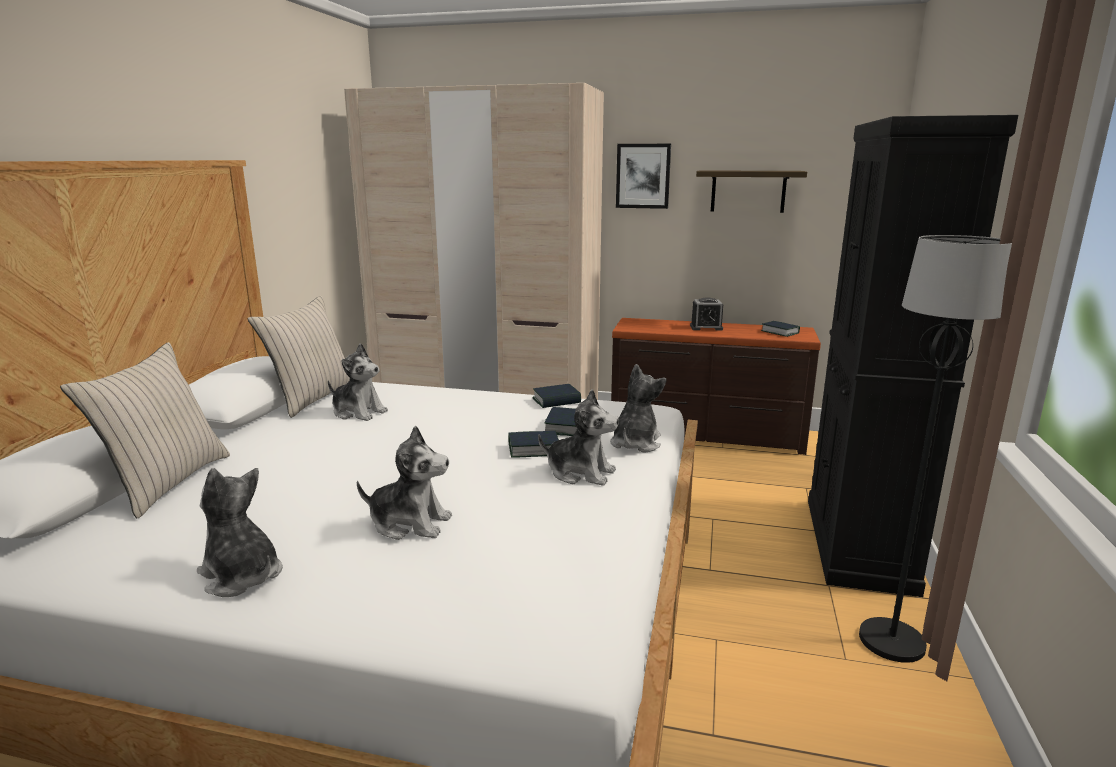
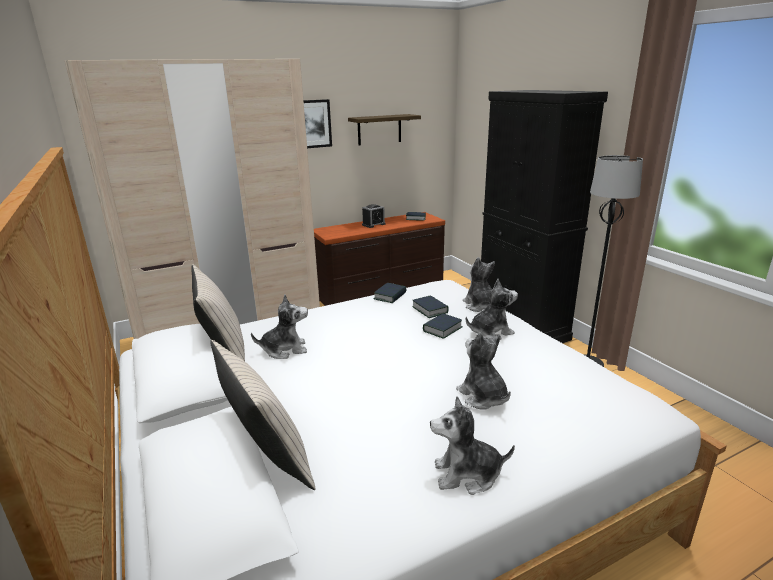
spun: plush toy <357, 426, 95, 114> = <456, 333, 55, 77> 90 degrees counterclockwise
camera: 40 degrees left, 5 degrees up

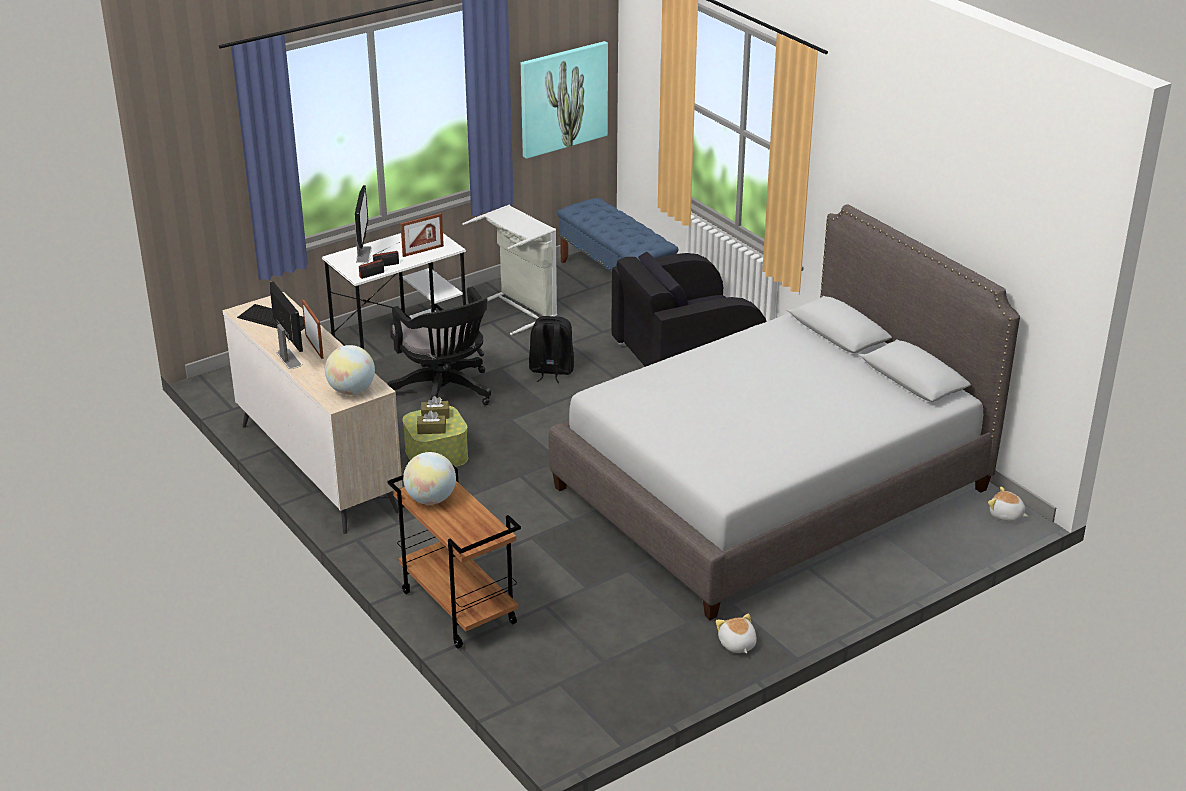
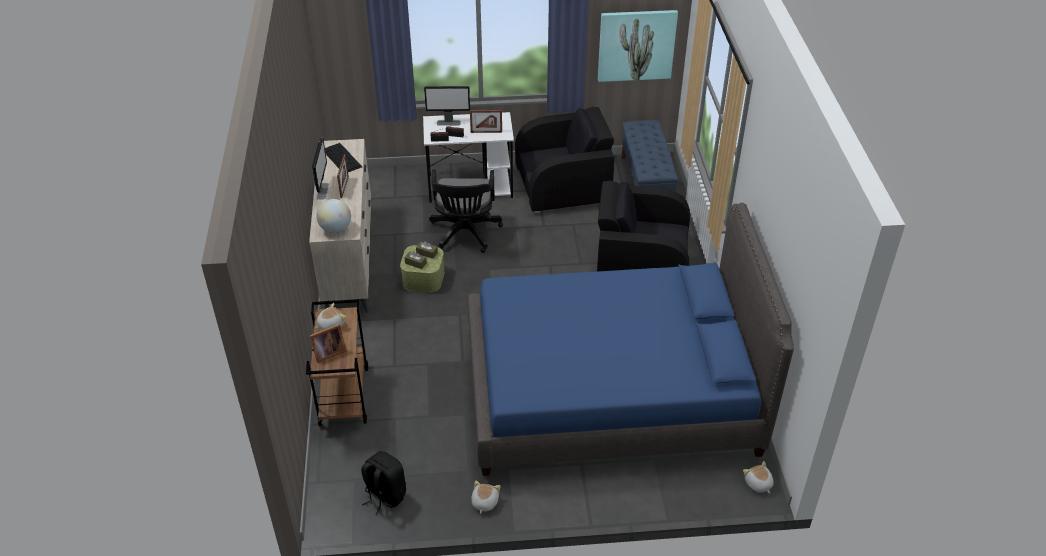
appeared: photo frame <310, 324, 37, 39>
relocated: black-coloured rucksack <529, 316, 45, 67> to <361, 451, 45, 64>
exchanged: desk globe <403, 452, 53, 53> to plush toy <315, 303, 31, 27>; grey washing basket <462, 205, 95, 130> to black-coloured armchair <515, 107, 99, 106>
colour: grey sleeping bed <549, 204, 471, 416> to bluish sleeping bed <467, 203, 327, 273>
spun: monitor <355, 185, 17, 78> = <424, 86, 46, 40> 60 degrees clockwise
camera: 30 degrees right, 10 degrees up

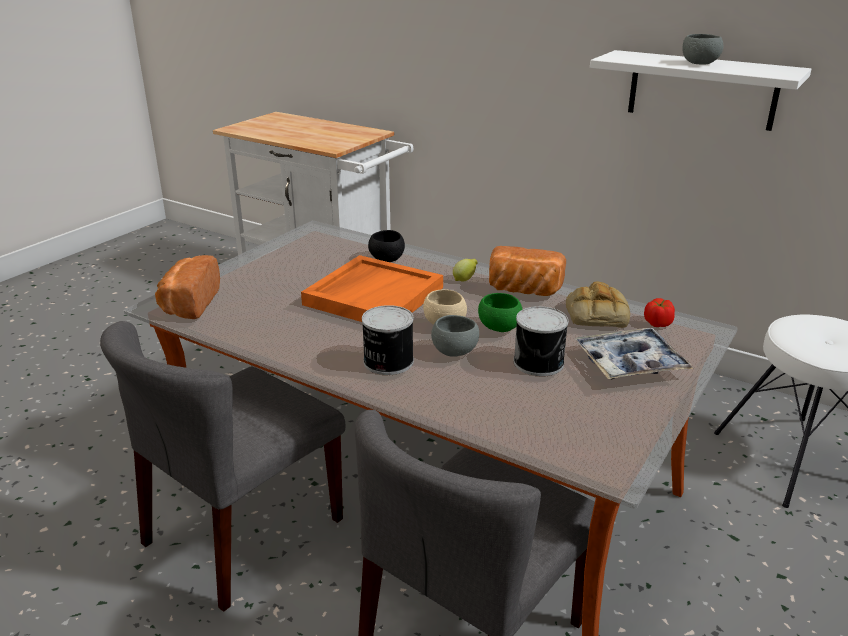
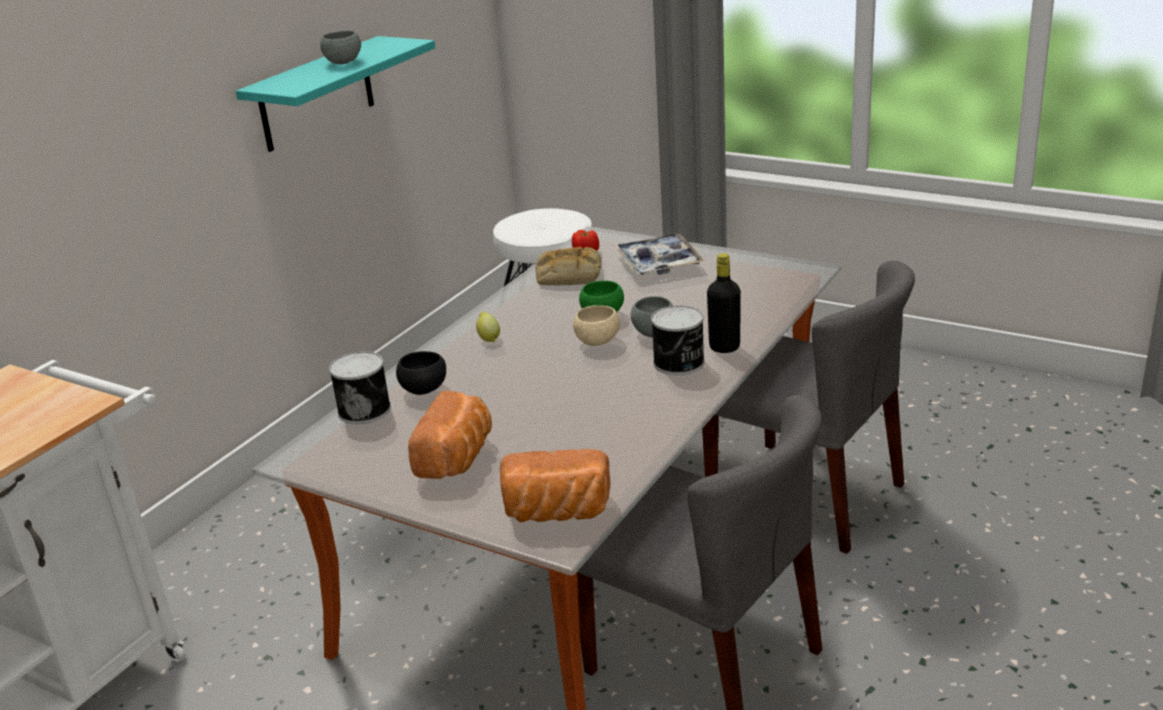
missing: orange tray <301, 255, 142, 67>
appeared: black-coloured drink bottle <707, 253, 34, 100>
relocated: baked bread <489, 246, 77, 50> to <408, 391, 84, 88>; sealed can <513, 306, 56, 70> to <329, 351, 62, 73>
colour: whitish wall shelf <590, 50, 221, 81> to blue-green wall shelf <236, 36, 199, 116>
camera: 90 degrees left, 0 degrees up

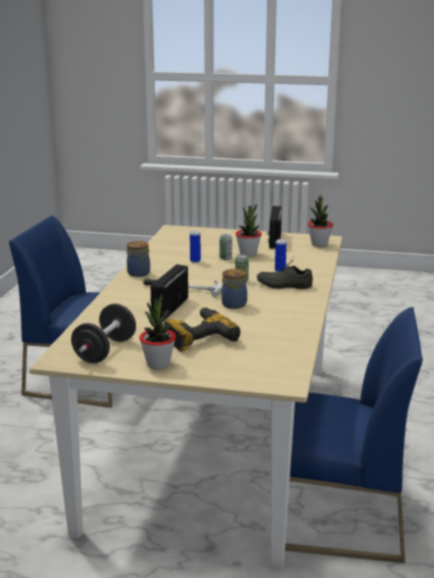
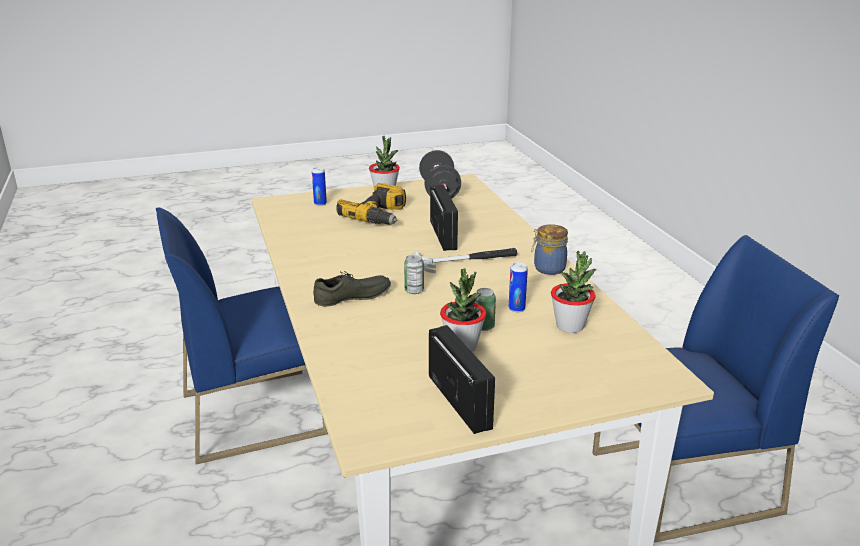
missing: preserve jar <221, 269, 26, 40>
relocated: sealed can <275, 239, 12, 33> to <312, 167, 15, 39>; potted plant <308, 195, 25, 52> to <551, 251, 45, 82>
camera: 150 degrees right, 5 degrees up

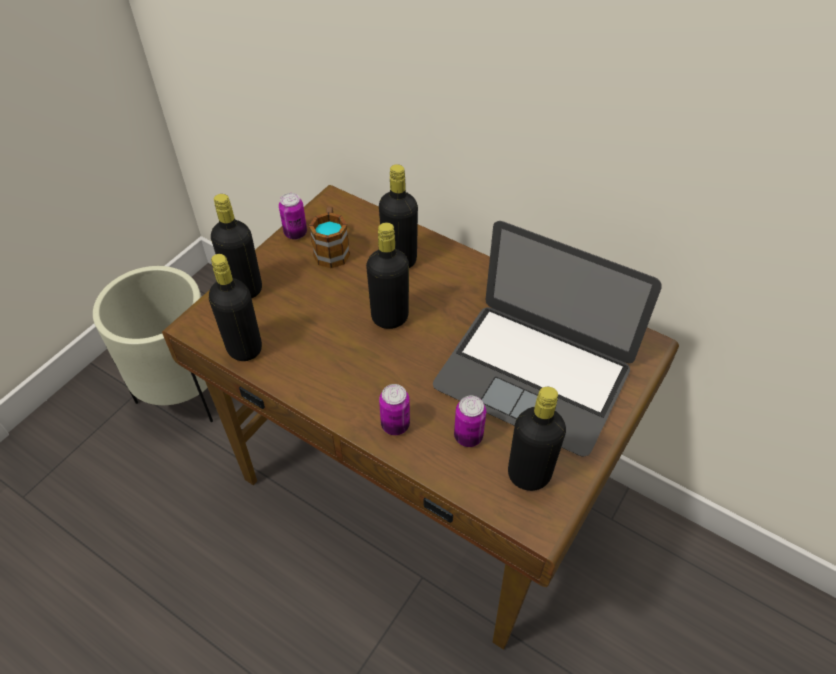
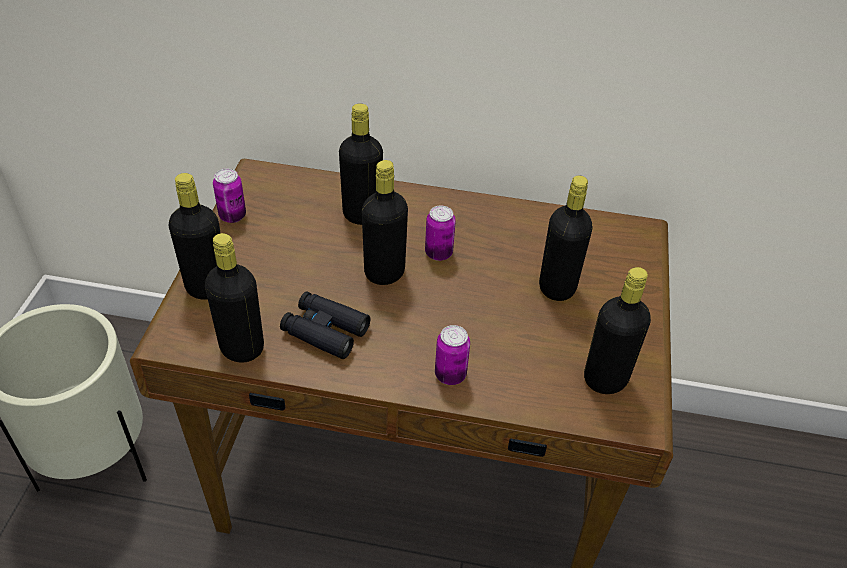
missing: tea mug <309, 206, 41, 62>
appeared: black-coloured pair of binoculars <280, 292, 91, 67>
relocated: sealed can <454, 396, 32, 51> to <425, 205, 31, 56>
exchanged: notebook computer <433, 221, 229, 236> to black-coloured drink bottle <539, 176, 53, 125>
camera: 25 degrees left, 5 degrees down

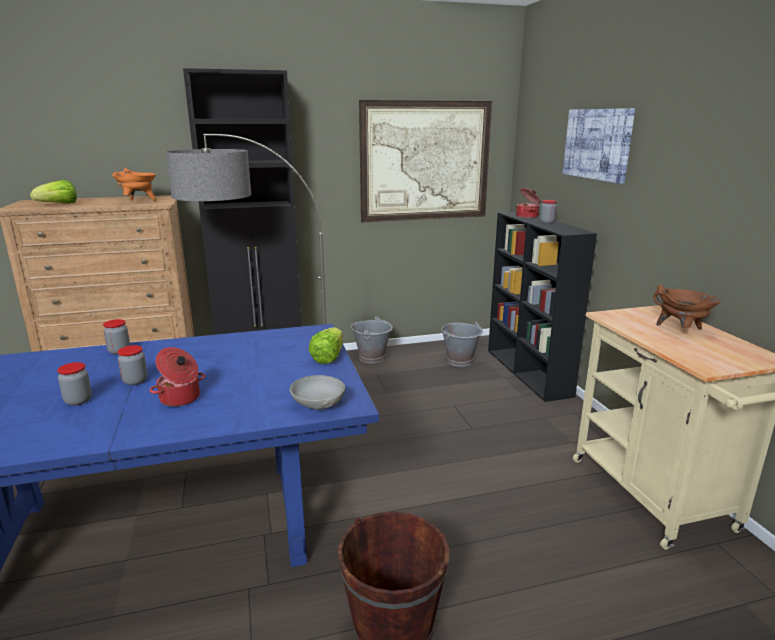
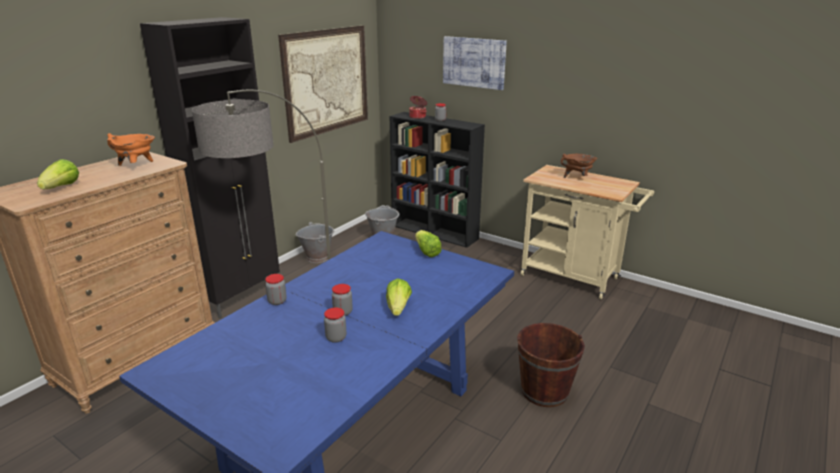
missing: grey deep dish <290, 375, 55, 34>
exchanged: cooking pot <149, 347, 56, 60> to head of lettuce <386, 278, 26, 38>
camera: 40 degrees left, 5 degrees up

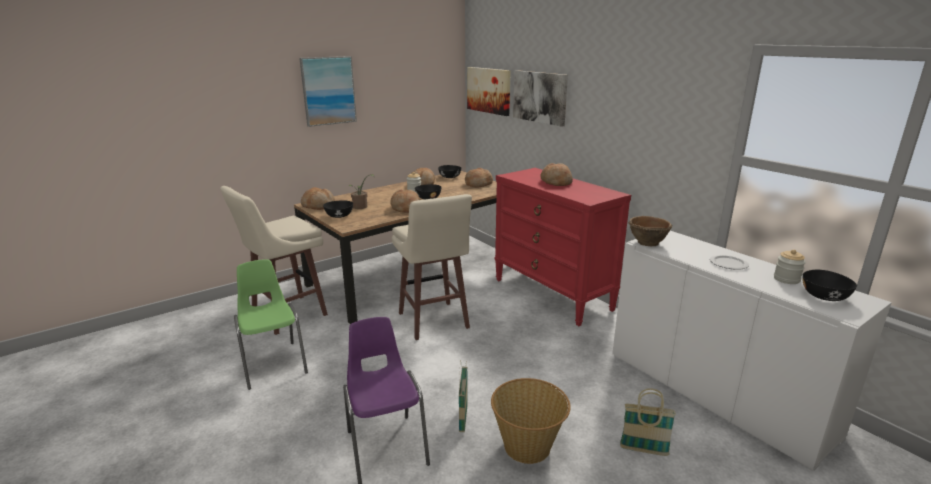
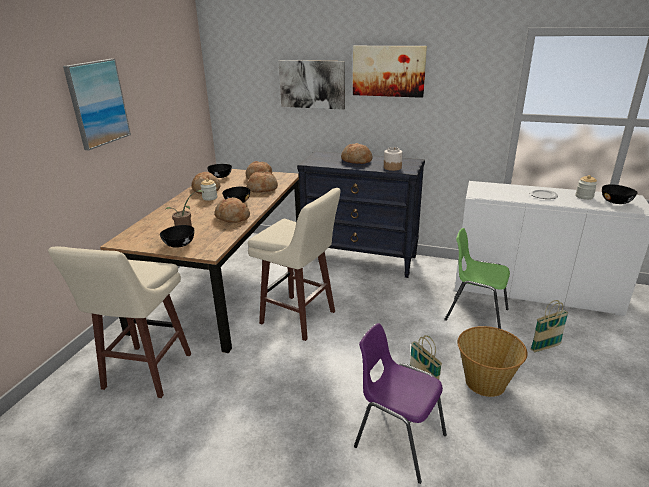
missing: brown-coloured deep dish <629, 216, 43, 30>
appeared: preserve jar <384, 147, 19, 24>
relocated: greenish upright chair <234, 260, 74, 130> to <444, 228, 66, 101>; baked bread <301, 187, 34, 23> to <247, 172, 31, 20>; picture <467, 67, 44, 49> to <353, 46, 74, 52>
colour: red dresser <495, 168, 136, 158> to black-coloured dresser <297, 151, 128, 127>
camera: 35 degrees left, 5 degrees up

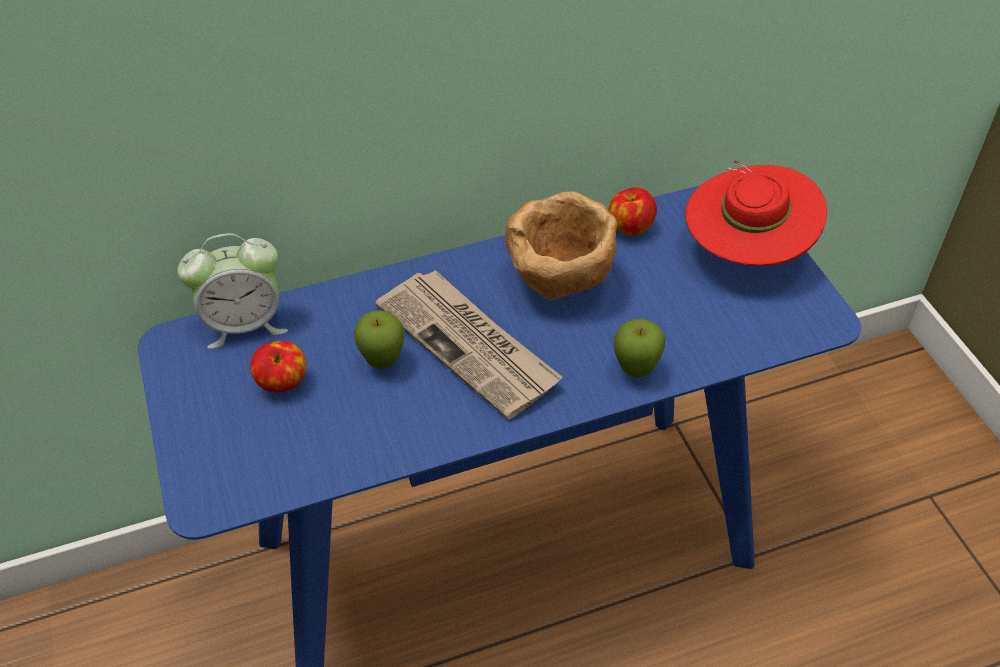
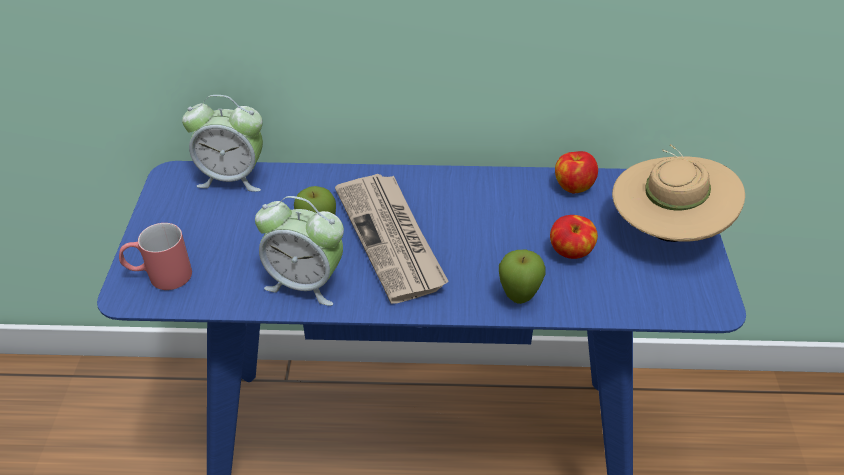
missing: brown-coloured deep dish <505, 191, 112, 109>
appeared: red tea mug <119, 223, 73, 67>; bedside clock <255, 196, 89, 110>
relocated: apple <250, 341, 56, 51> to <550, 215, 48, 44>
colour: red wearable hat <685, 160, 142, 106> to beige wearable hat <612, 144, 133, 98>
camera: 20 degrees right, 5 degrees down

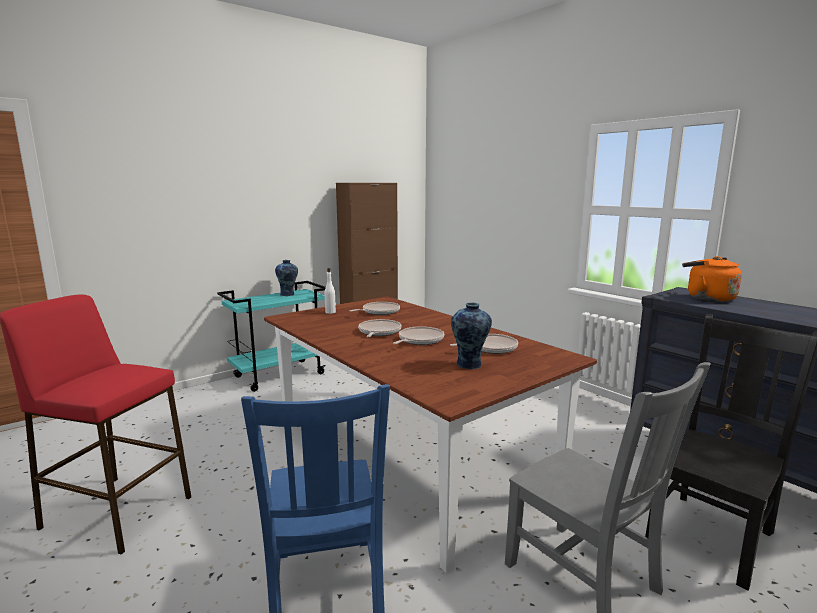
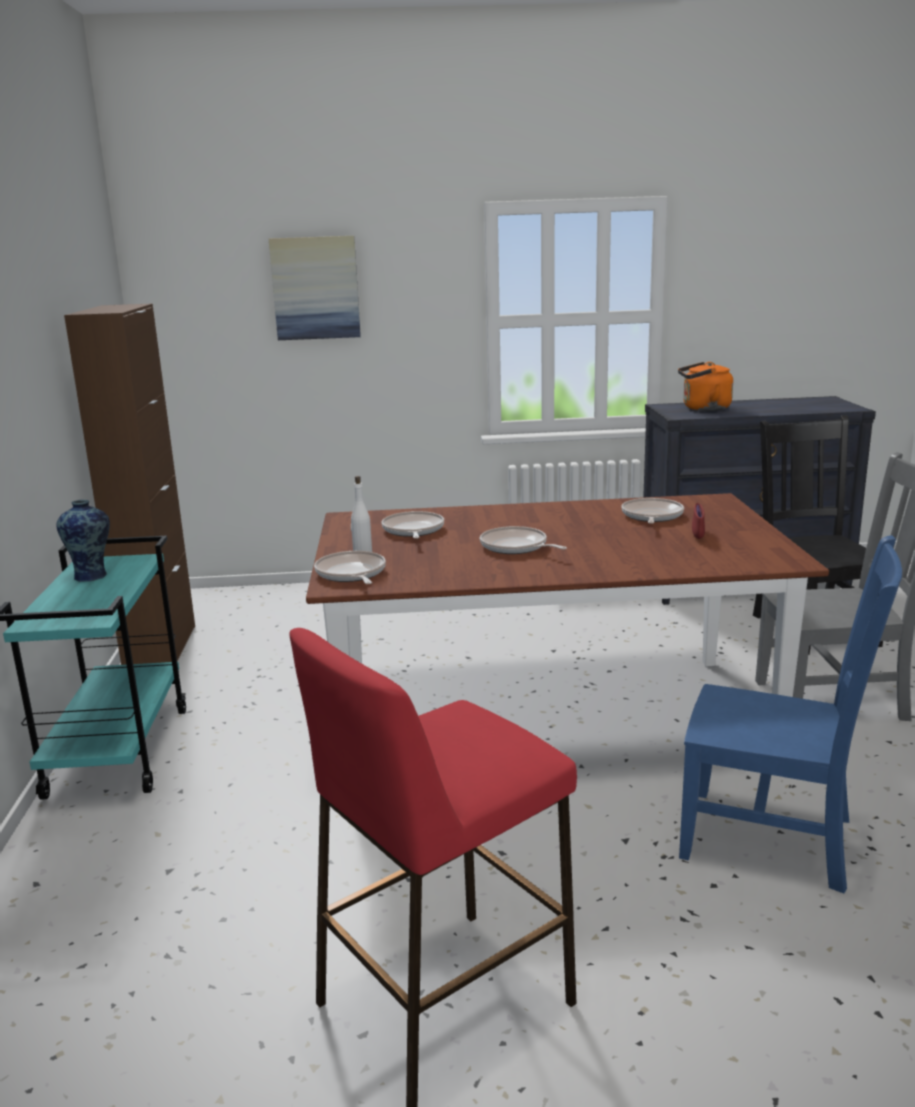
appeared: picture <269, 236, 92, 104>
relocated: frying pan <393, 326, 51, 19> to <314, 551, 72, 33>
exchanged: vase <451, 302, 41, 67> to red deep dish <692, 503, 13, 36>
camera: 55 degrees left, 5 degrees up

